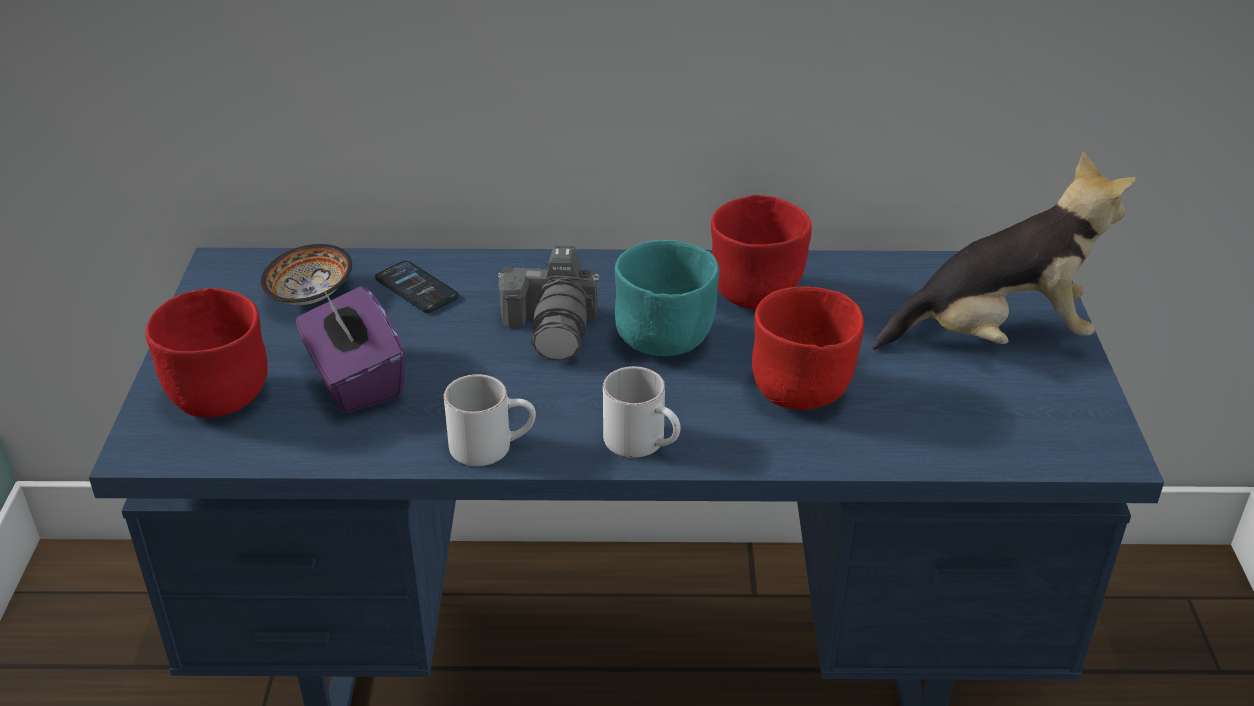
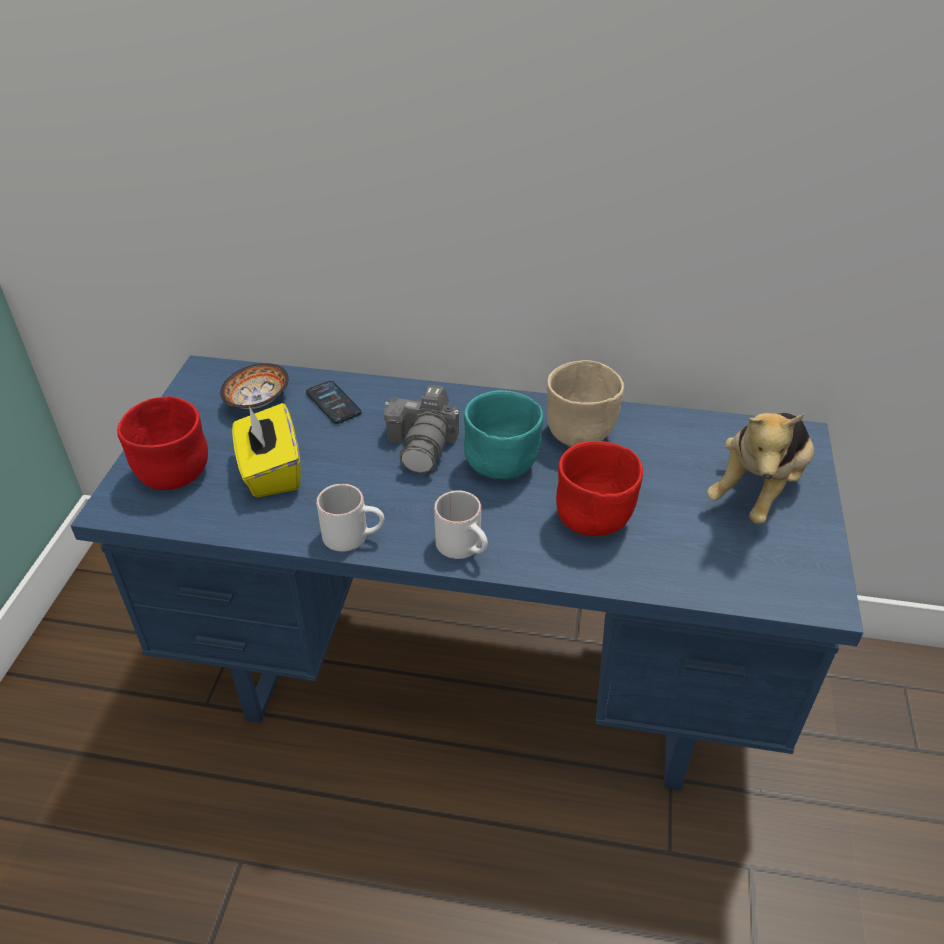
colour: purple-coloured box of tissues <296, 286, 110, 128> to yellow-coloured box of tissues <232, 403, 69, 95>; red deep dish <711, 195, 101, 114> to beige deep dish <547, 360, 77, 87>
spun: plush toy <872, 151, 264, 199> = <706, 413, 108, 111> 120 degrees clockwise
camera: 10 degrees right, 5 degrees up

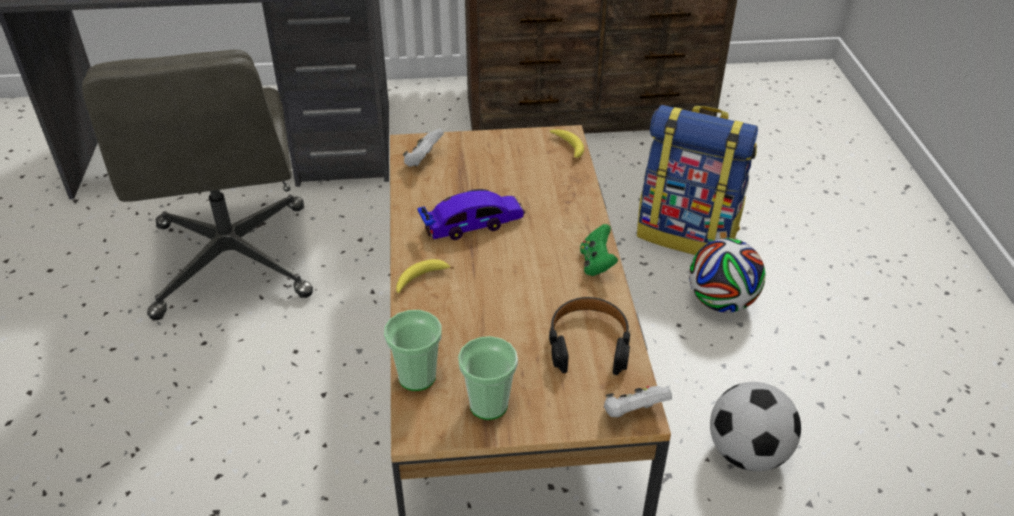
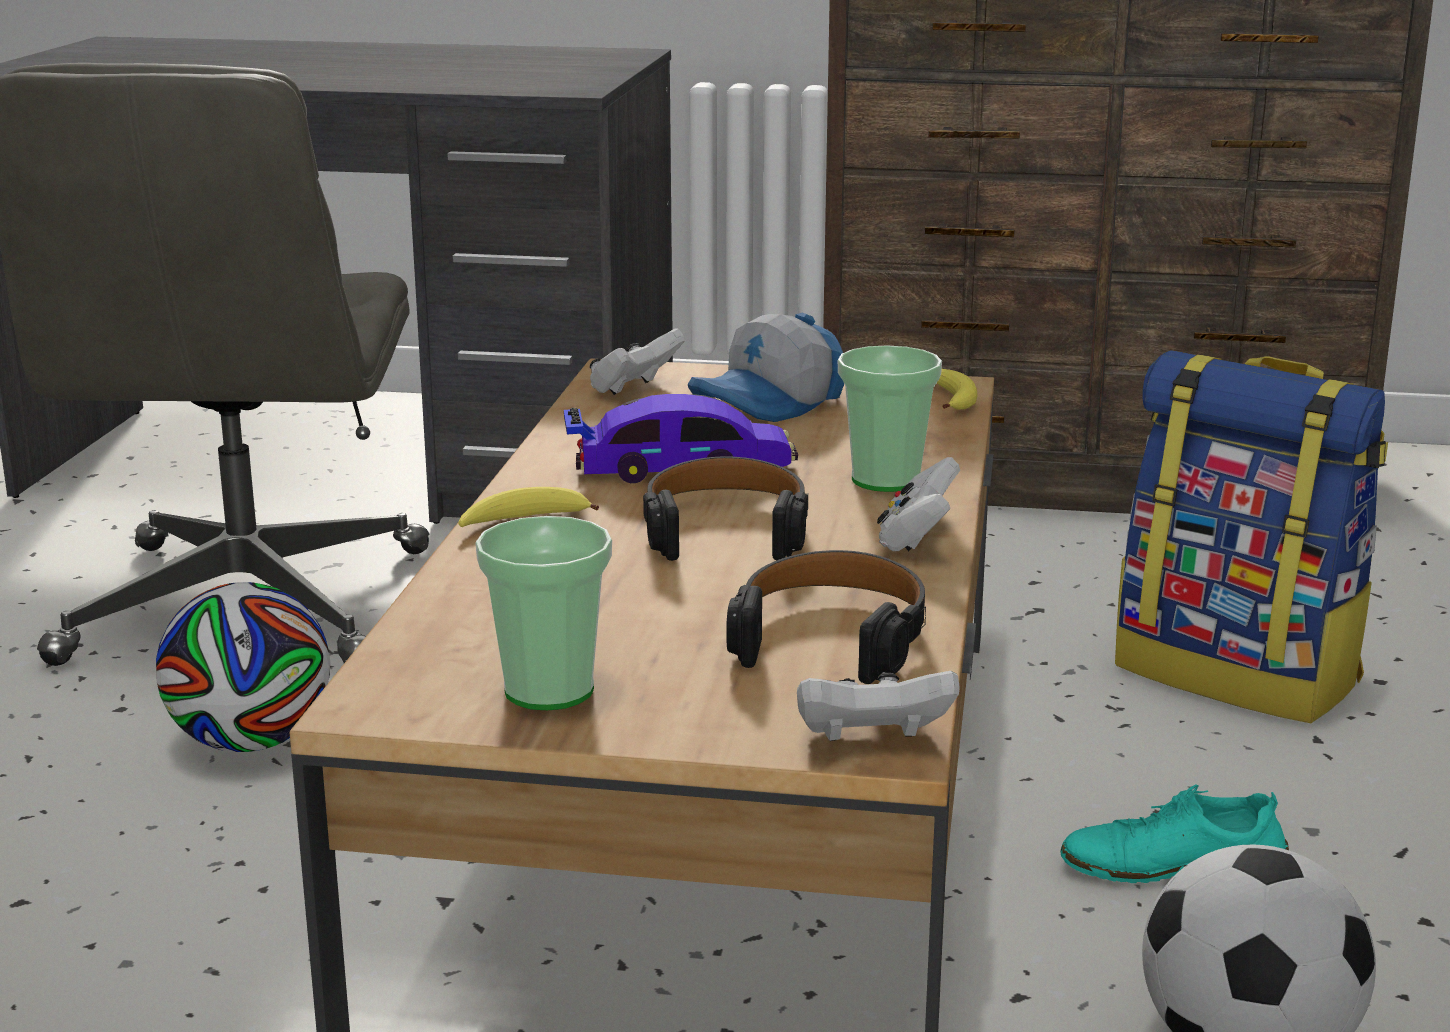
appeared: black-coloured headphones <643, 456, 165, 105>; baseball cap <688, 313, 156, 109>; blue-green item of footwear <1060, 784, 229, 99>
relocated: small cup <384, 310, 58, 81> to <838, 345, 104, 147>; ball for football <689, 238, 76, 75> to <156, 582, 174, 170>
colour: greenish joypad <580, 224, 38, 52> to whitish joypad <877, 457, 83, 94>
camera: 15 degrees right, 20 degrees down

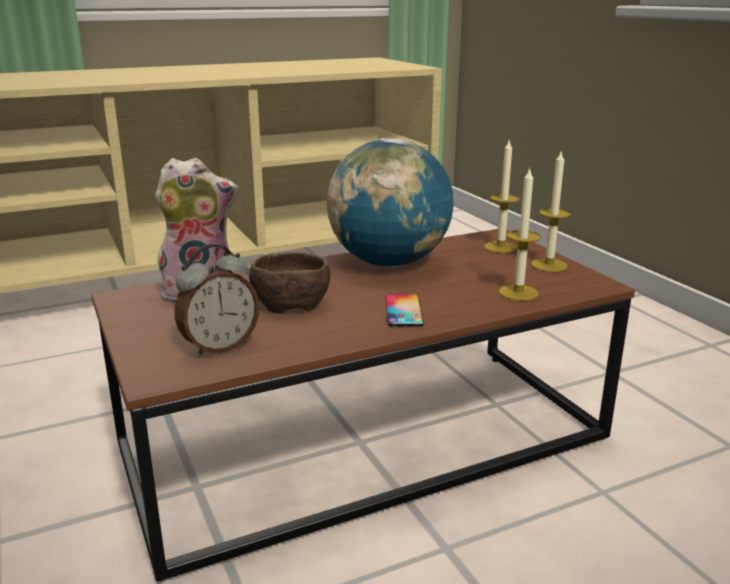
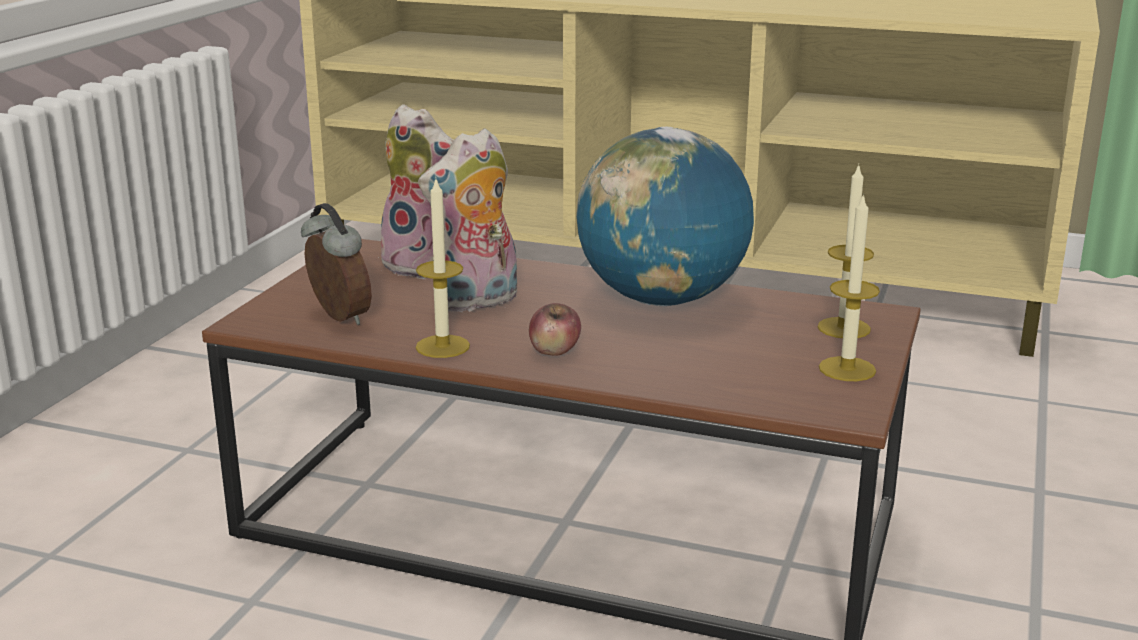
relocated: wax candle <499, 167, 42, 134> to <416, 177, 54, 181>
exchanged: brown-coloured deep dish <249, 252, 81, 62> to plush toy <418, 128, 99, 185>; telephone <385, 294, 39, 33> to apple <529, 303, 52, 53>
spun: bedside clock <175, 244, 84, 113> = <301, 203, 71, 122> 135 degrees counterclockwise
camera: 45 degrees right, 0 degrees up

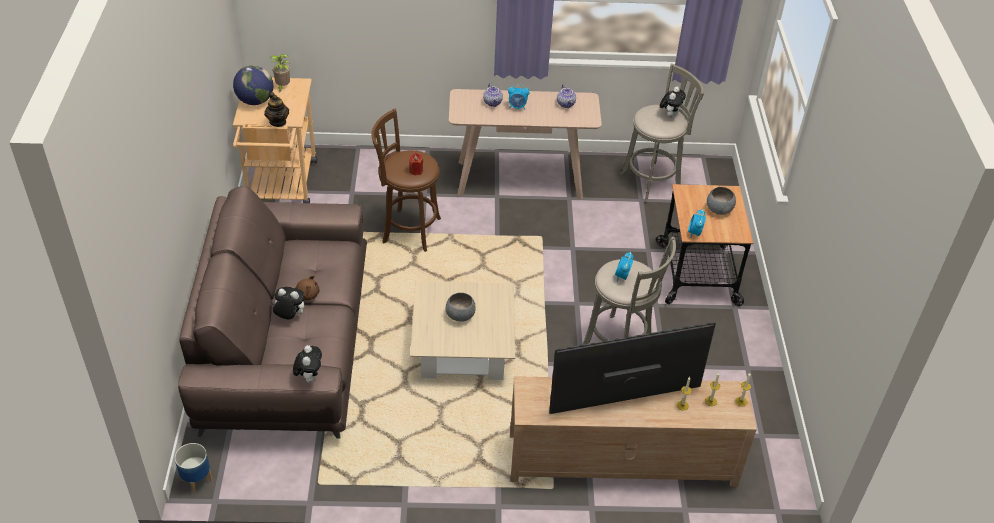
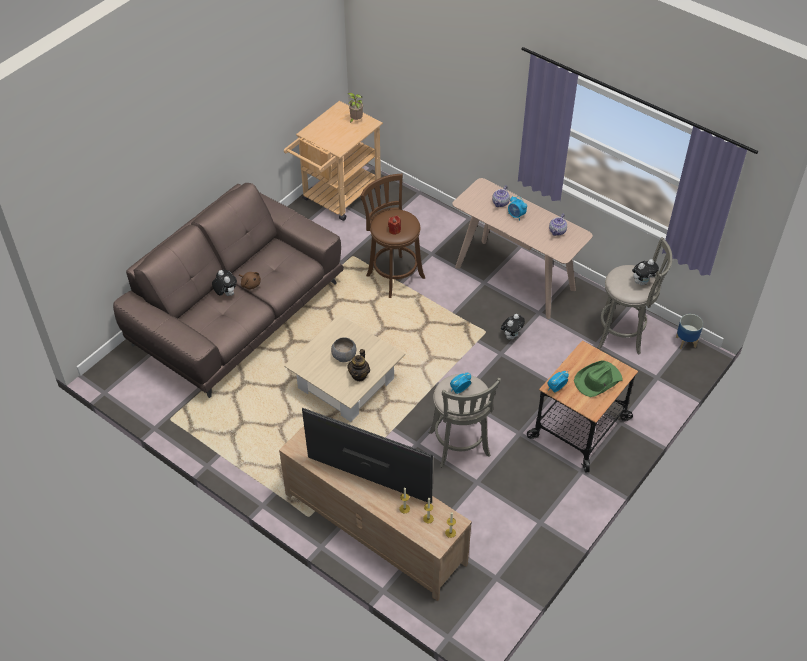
missing: desk globe <233, 65, 40, 40>
relocated: flower pot <175, 443, 37, 50> to <676, 314, 27, 35>; teapot <264, 92, 25, 35> to <347, 349, 23, 32>; plush toy <293, 345, 29, 38> to <501, 314, 24, 25>
exchanged: grey deep dish <707, 187, 29, 28> to greenish wearable hat <574, 360, 48, 37>
camera: 40 degrees right, 5 degrees up

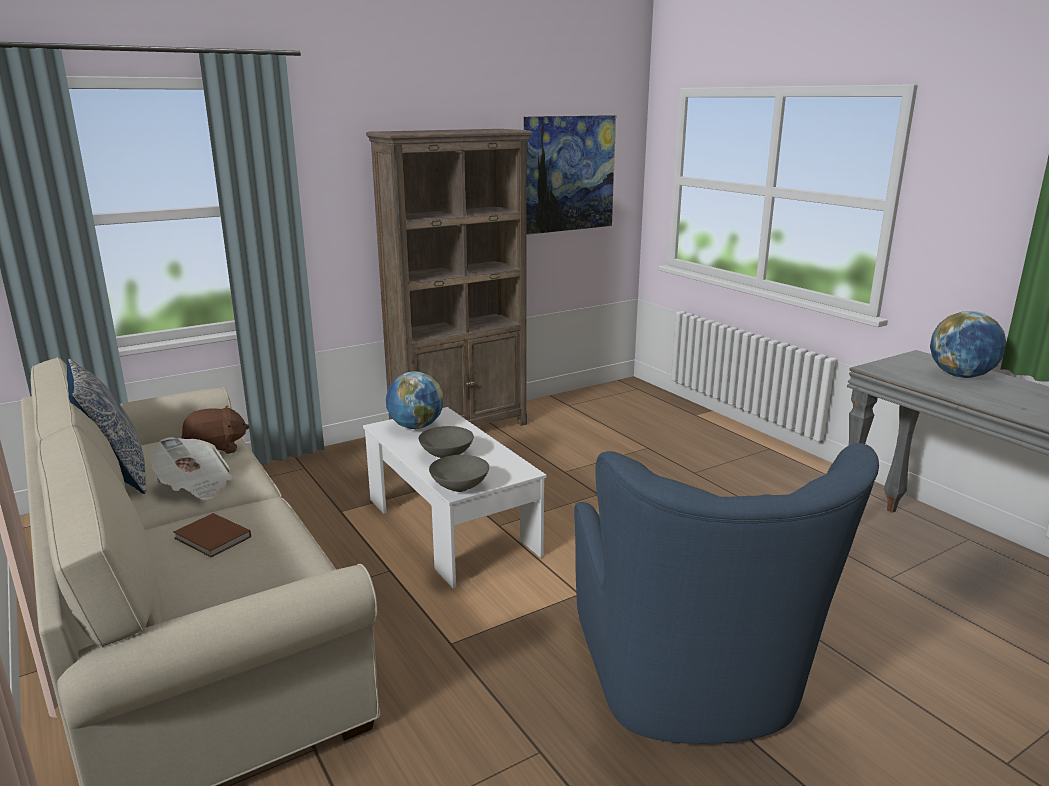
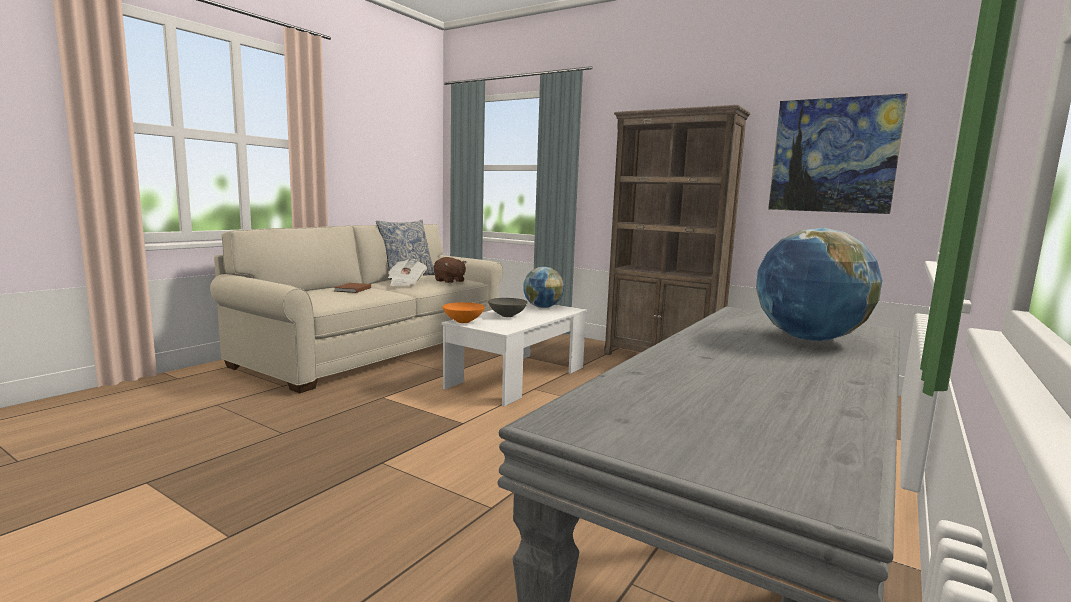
missing: bluish armchair <574, 443, 305, 301>
colour: grey deep dish <429, 455, 60, 37> to orange deep dish <442, 302, 43, 21>
camera: 65 degrees right, 10 degrees down

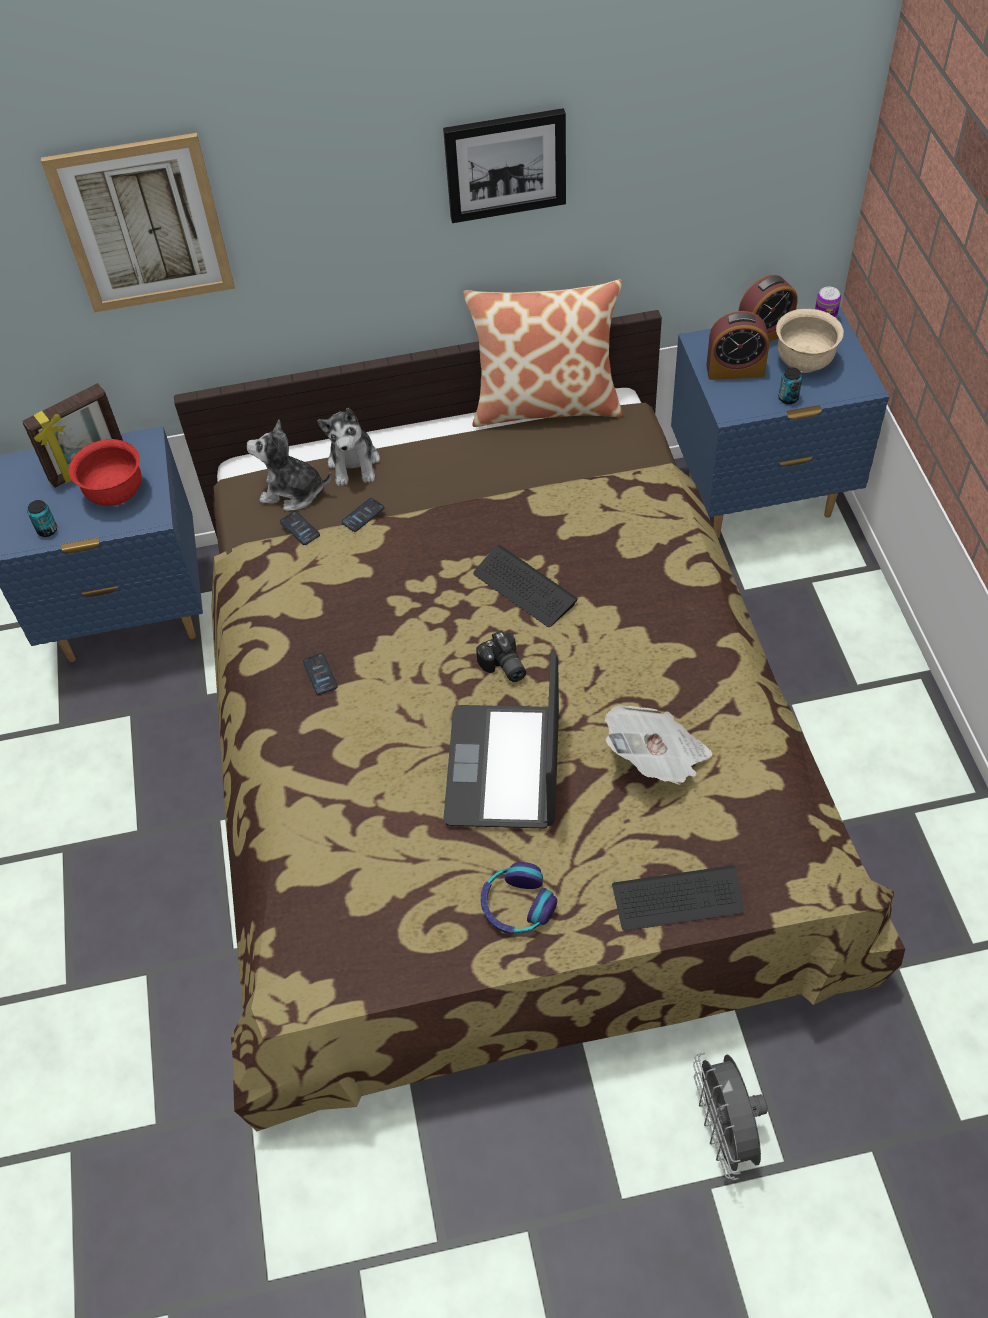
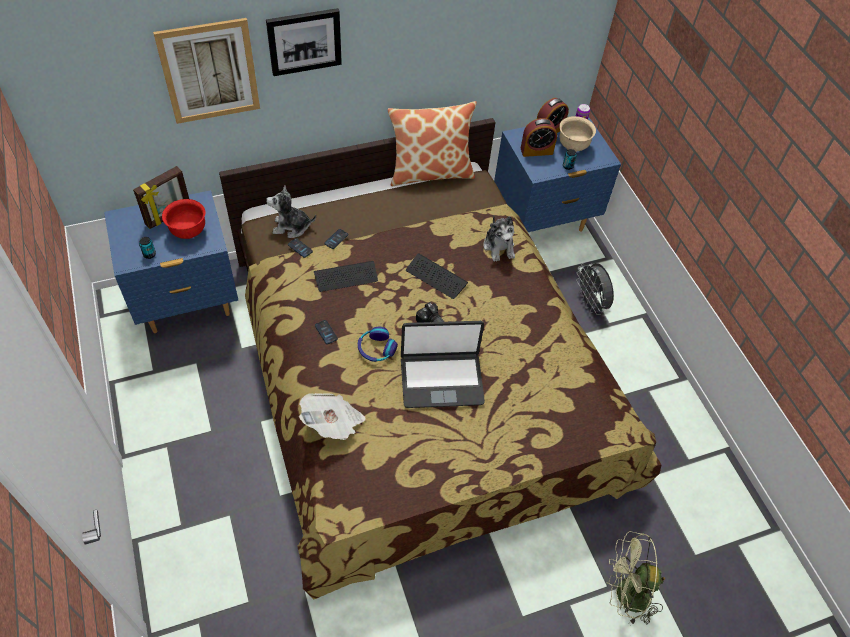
appeared: greenish electric fan <607, 531, 58, 94>
relocated: plush toy <317, 408, 63, 78> to <483, 216, 32, 46>; picture <443, 108, 123, 115> to <266, 8, 76, 68>; headphones <481, 862, 76, 72> to <358, 327, 40, 35>; printed paper <605, 705, 107, 80> to <299, 393, 67, 47>; PC keyboard <612, 865, 132, 66> to <314, 261, 64, 31>; grey electric fan <693, 1053, 75, 127> to <576, 263, 38, 52>
spun: notebook computer <443, 651, 116, 177> = <401, 321, 84, 87> 90 degrees counterclockwise
camera: 15 degrees left, 0 degrees up

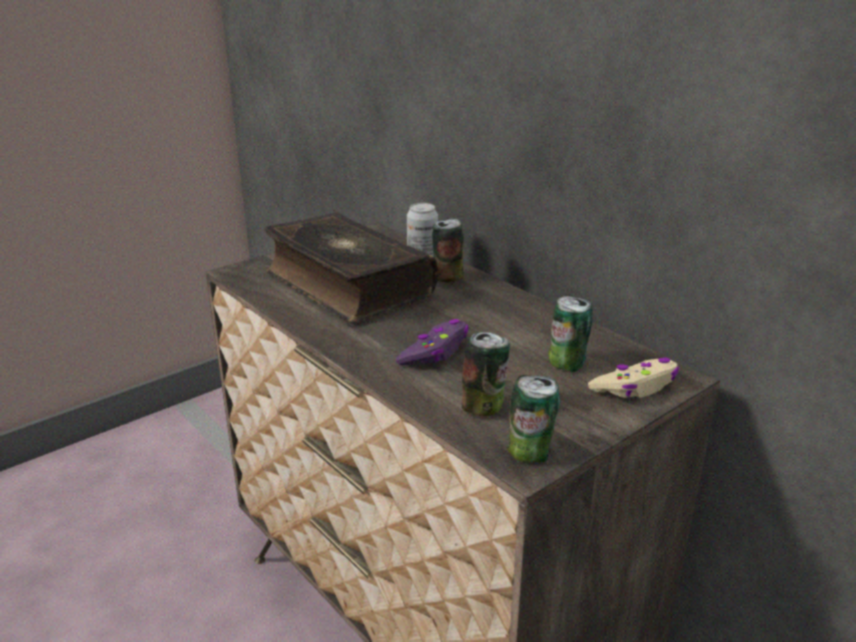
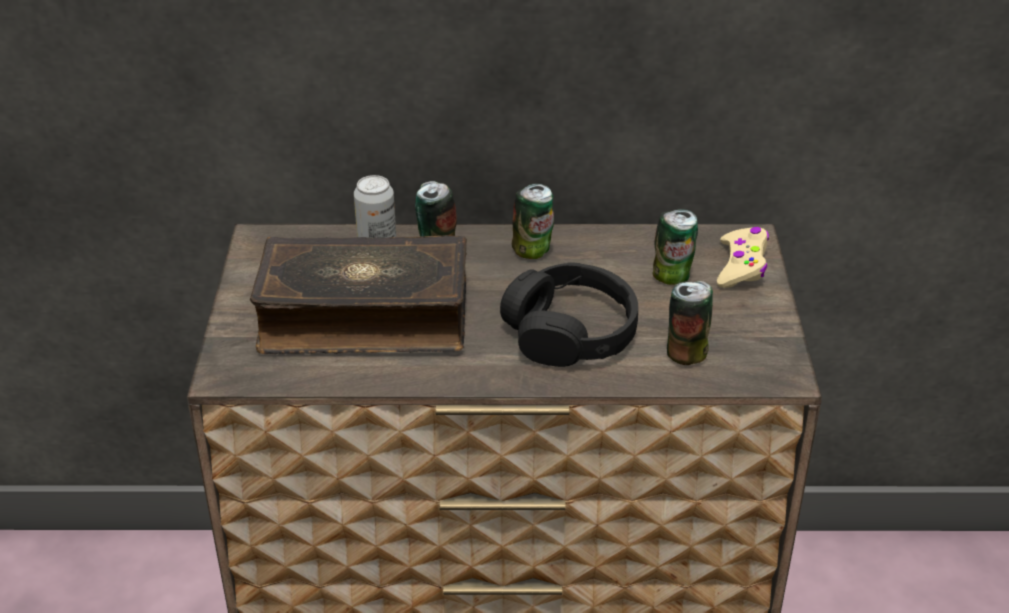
relocated: sealed can <507, 375, 54, 88> to <512, 184, 42, 75>
exchanged: purple-coloured joypad <396, 319, 73, 47> to black-coloured headphones <500, 262, 138, 105>
camera: 50 degrees left, 10 degrees up

